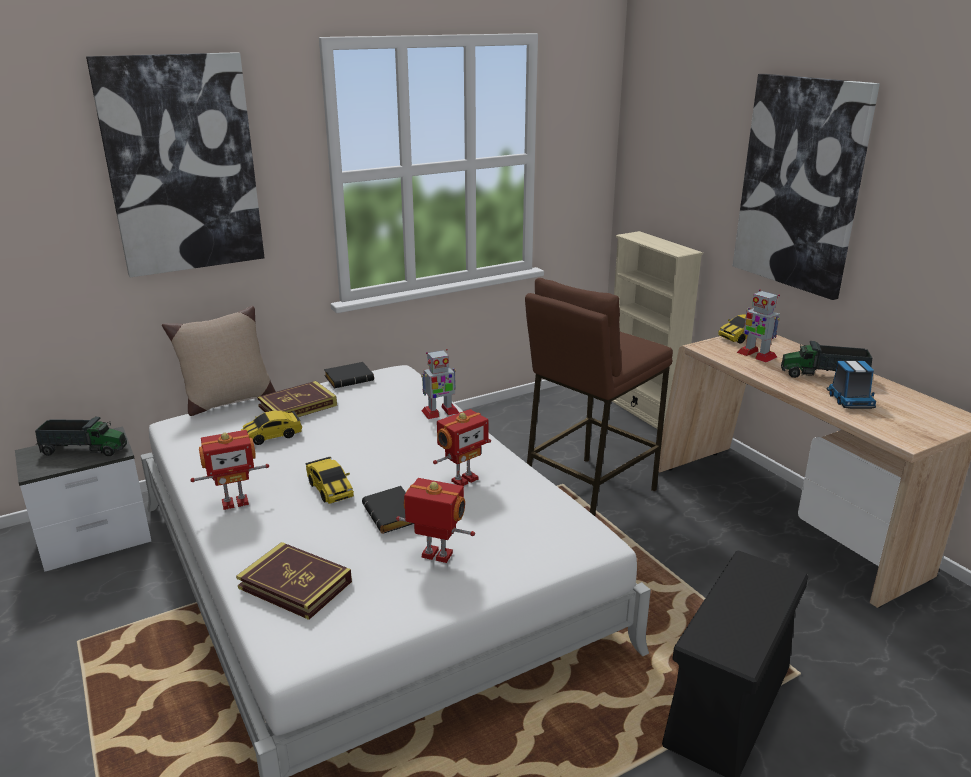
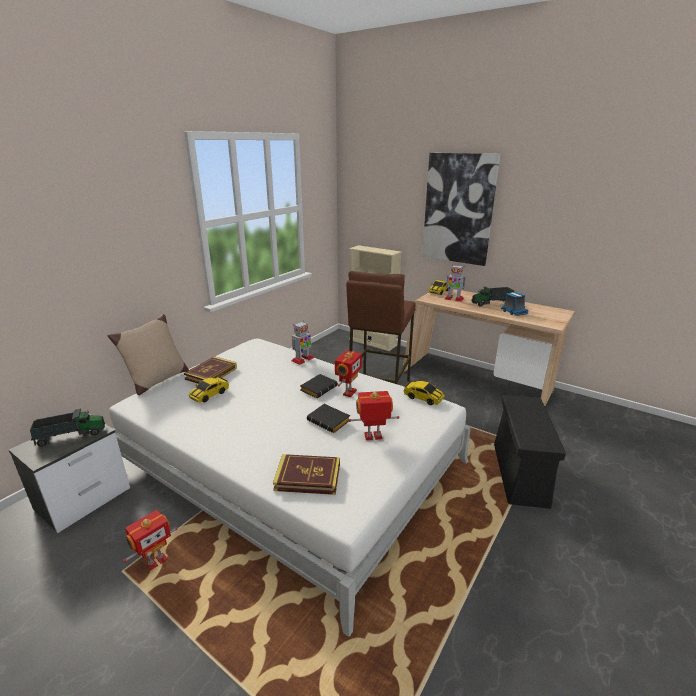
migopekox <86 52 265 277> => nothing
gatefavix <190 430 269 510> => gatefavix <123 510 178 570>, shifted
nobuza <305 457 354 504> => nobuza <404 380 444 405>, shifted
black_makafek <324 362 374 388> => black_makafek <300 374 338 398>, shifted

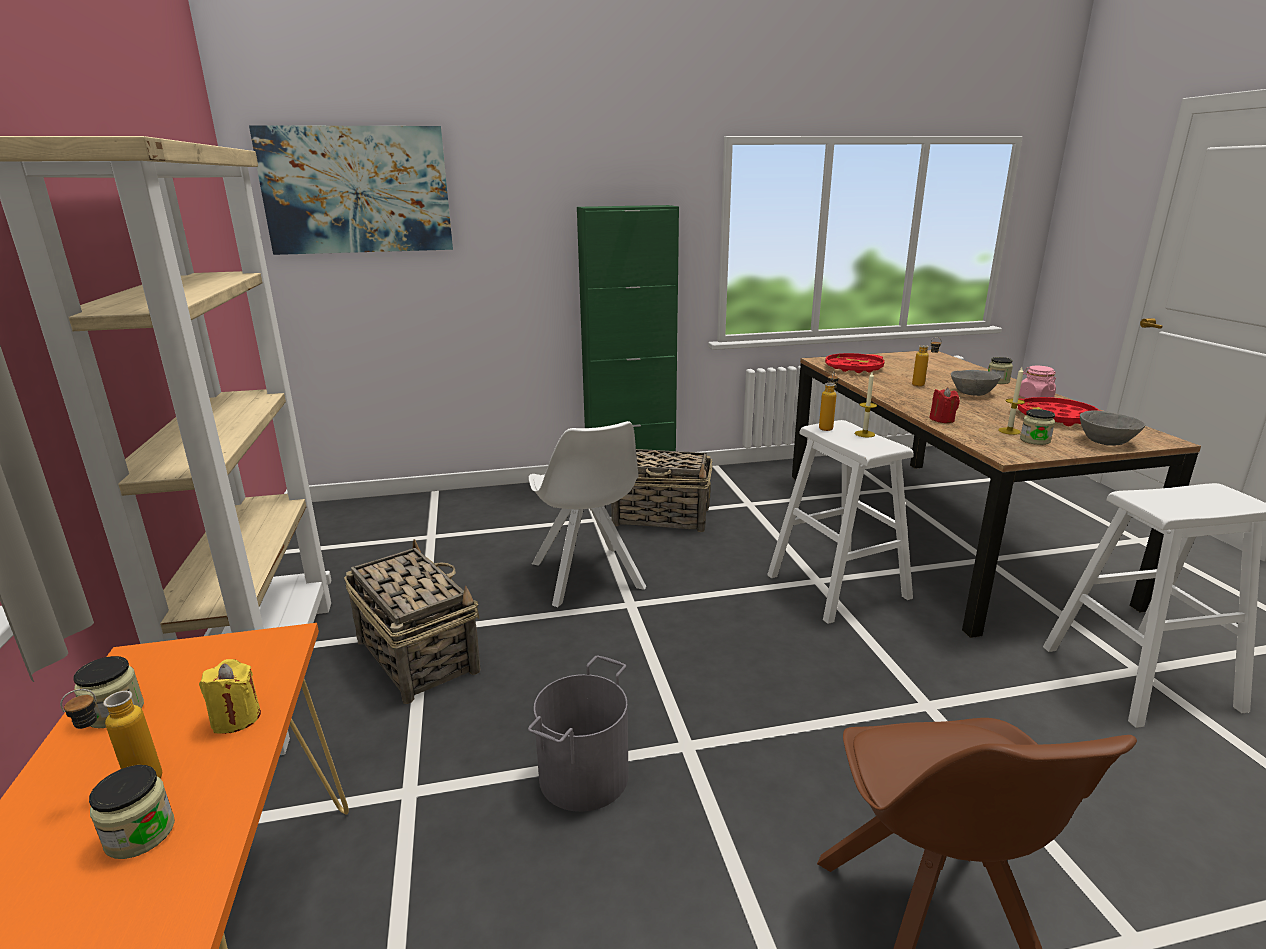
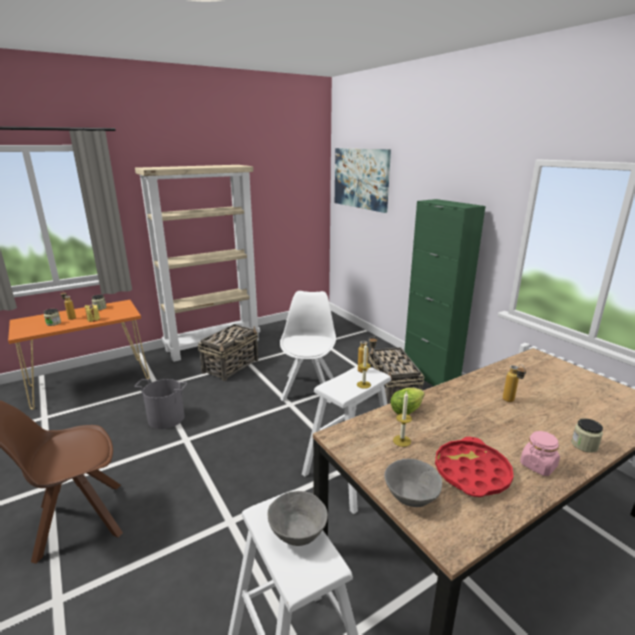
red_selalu <825 353 885 373> => nothing
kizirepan <1020 409 1055 445> => nothing
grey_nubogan <951 370 1001 396> => grey_nubogan <267 491 328 546>, shifted
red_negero <929 387 960 423> => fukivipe <390 388 425 415>
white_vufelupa <529 421 646 607> => white_vufelupa <280 291 336 403>, 135 degrees clockwise

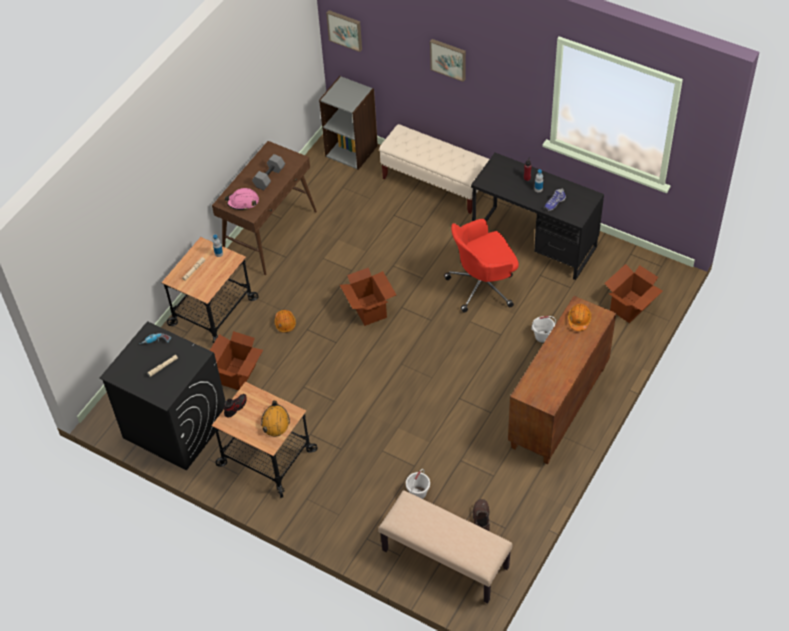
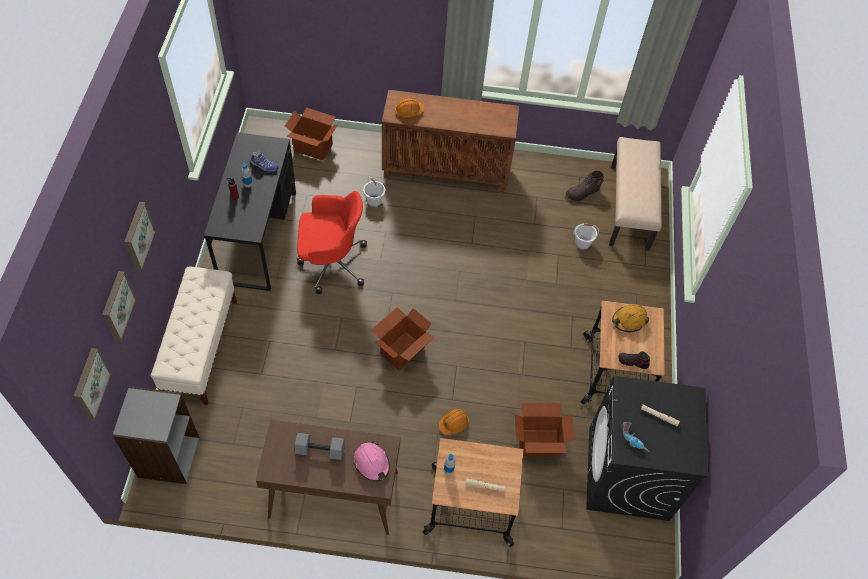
nothing => migopekox <102 271 136 341>
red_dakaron <444 219 519 313> => red_dakaron <297 191 367 294>, 45 degrees counterclockwise

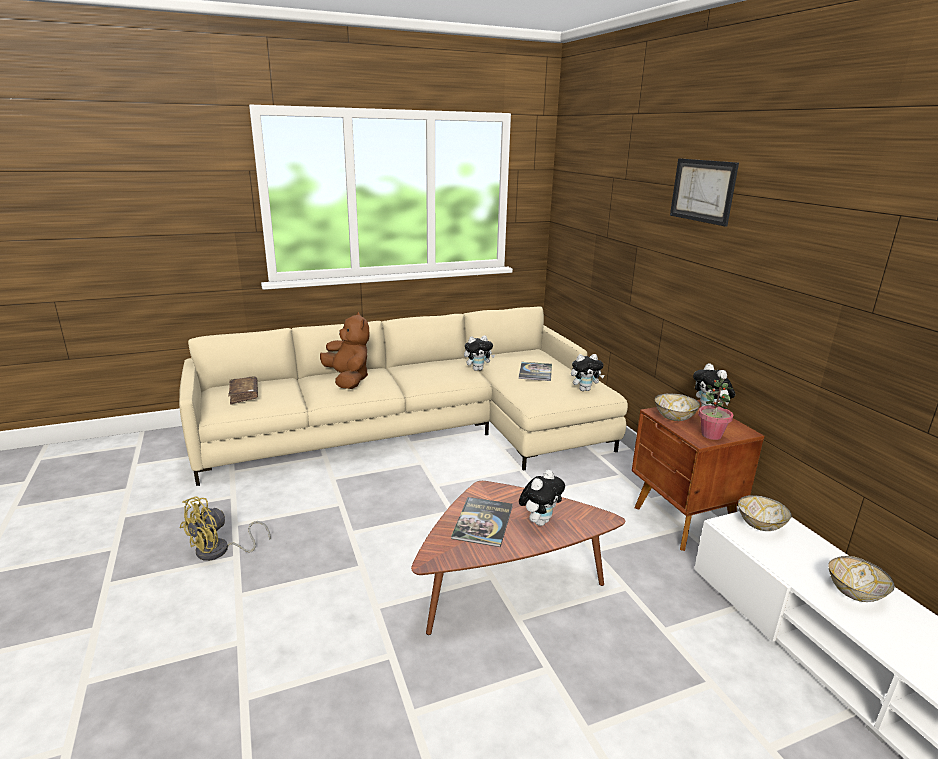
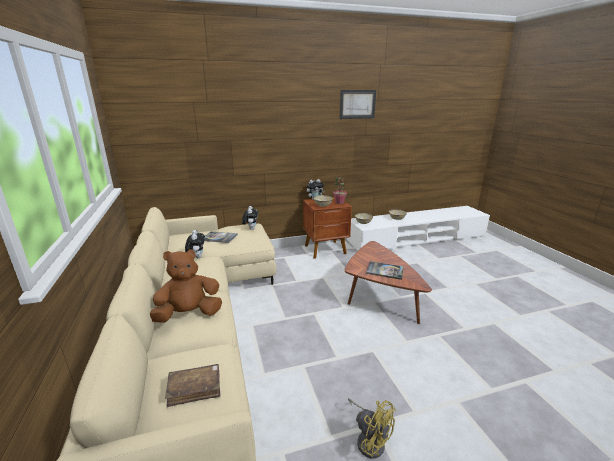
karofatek <519 470 565 526> => nothing
migopekox <670 158 739 226> => migopekox <340 90 376 119>, shifted

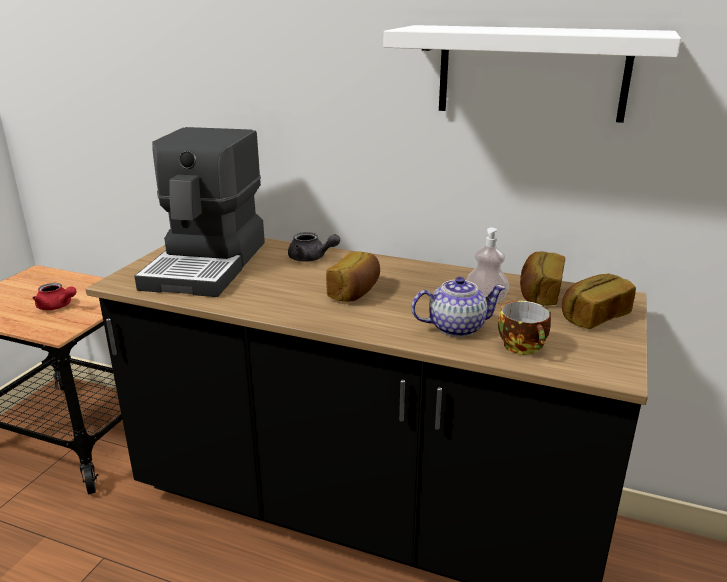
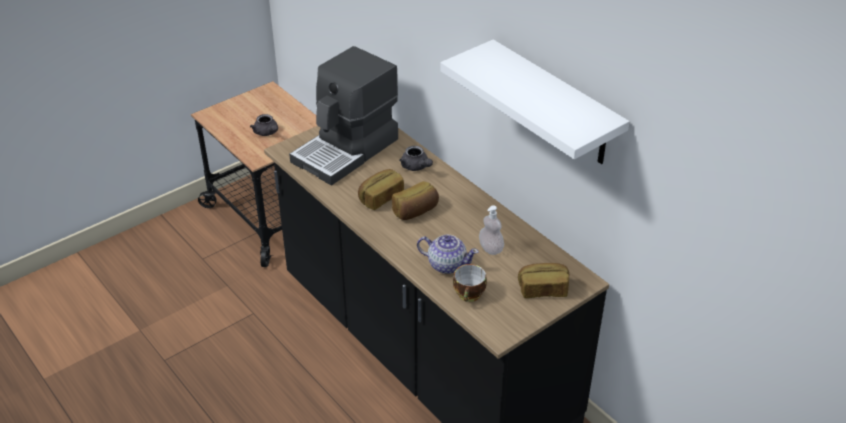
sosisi <520 251 565 306> => sosisi <358 169 404 210>, shifted
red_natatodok <32 283 77 310> => grey_natatodok <250 114 278 136>

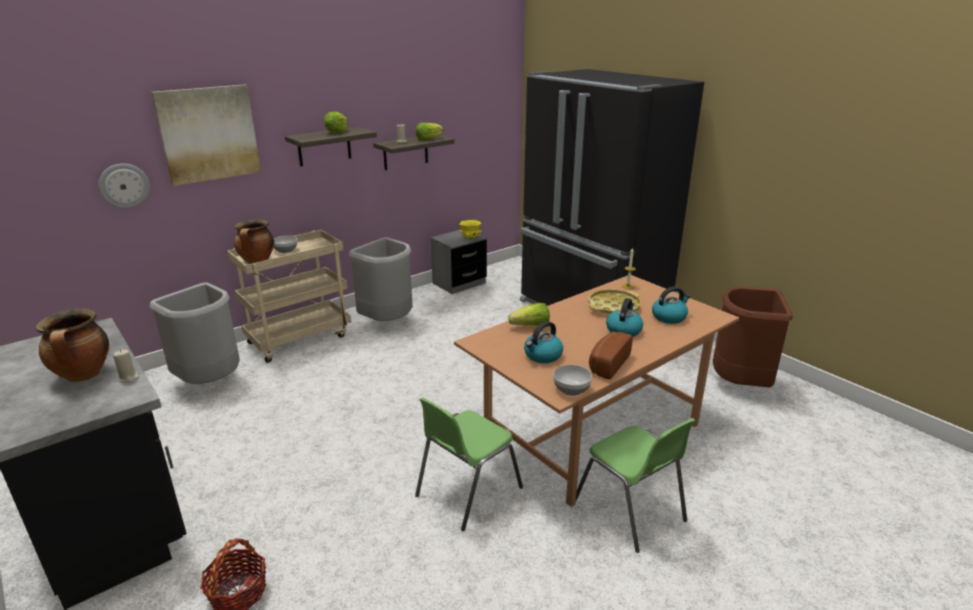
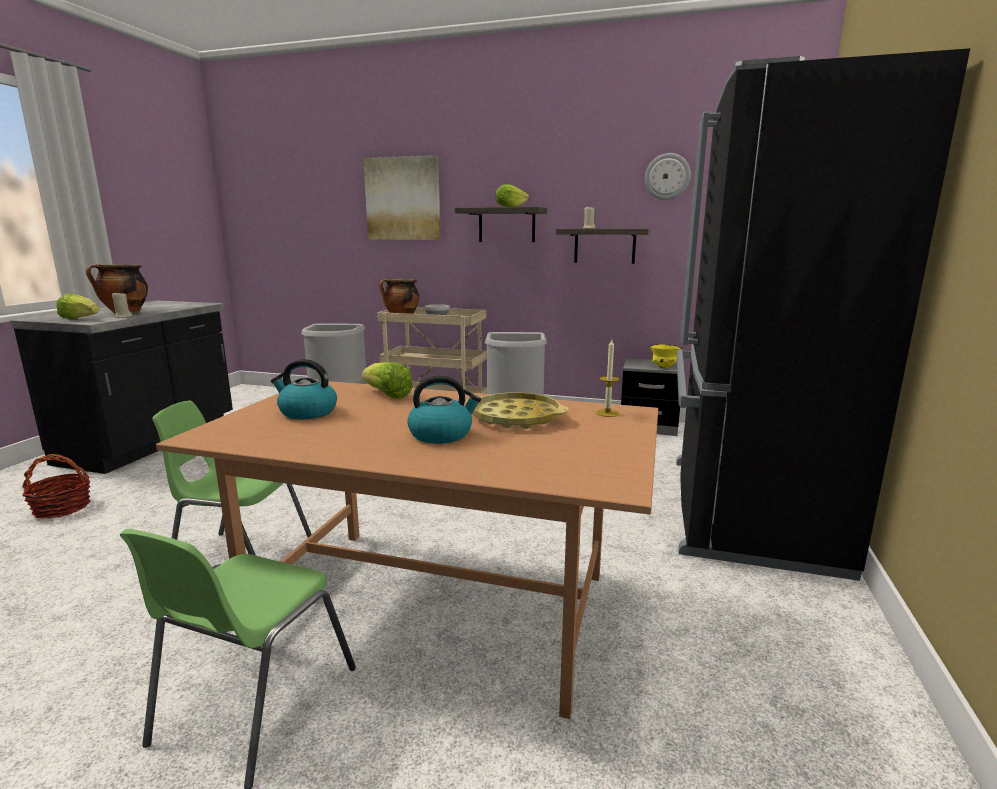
nubogan <553 365 592 396> => nothing
sosisi <589 332 633 379> => nothing
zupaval <652 287 690 324> => nothing
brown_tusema <713 287 793 388> => nothing
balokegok <98 163 150 209> => balokegok <645 153 691 200>, shifted
fukivipe <416 123 444 140> => fukivipe <56 294 99 319>, shifted

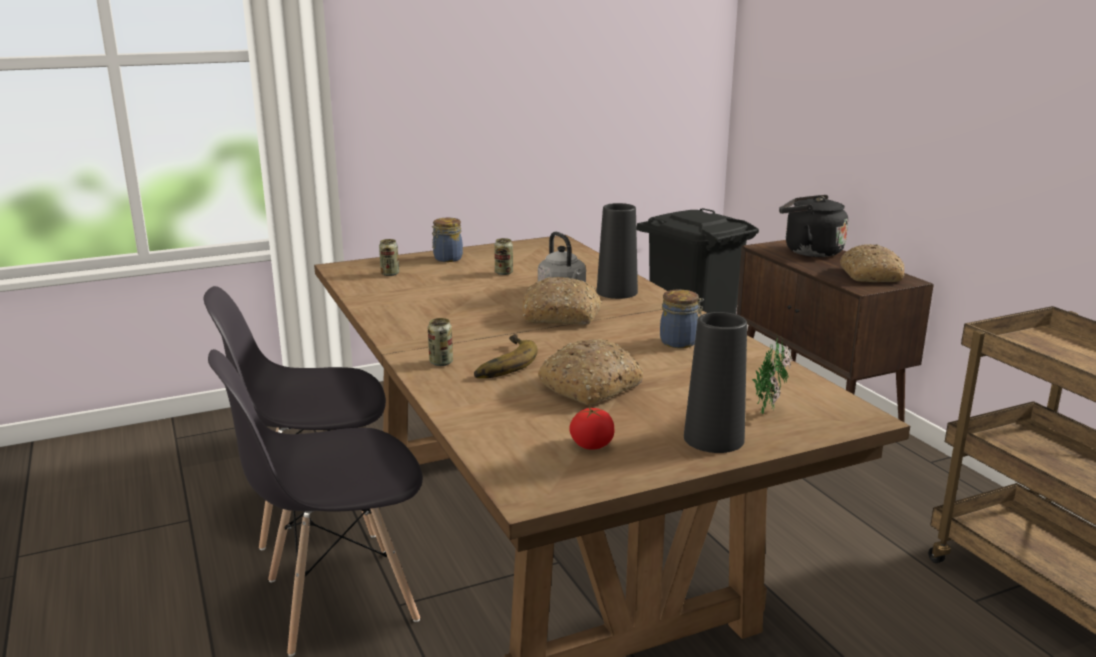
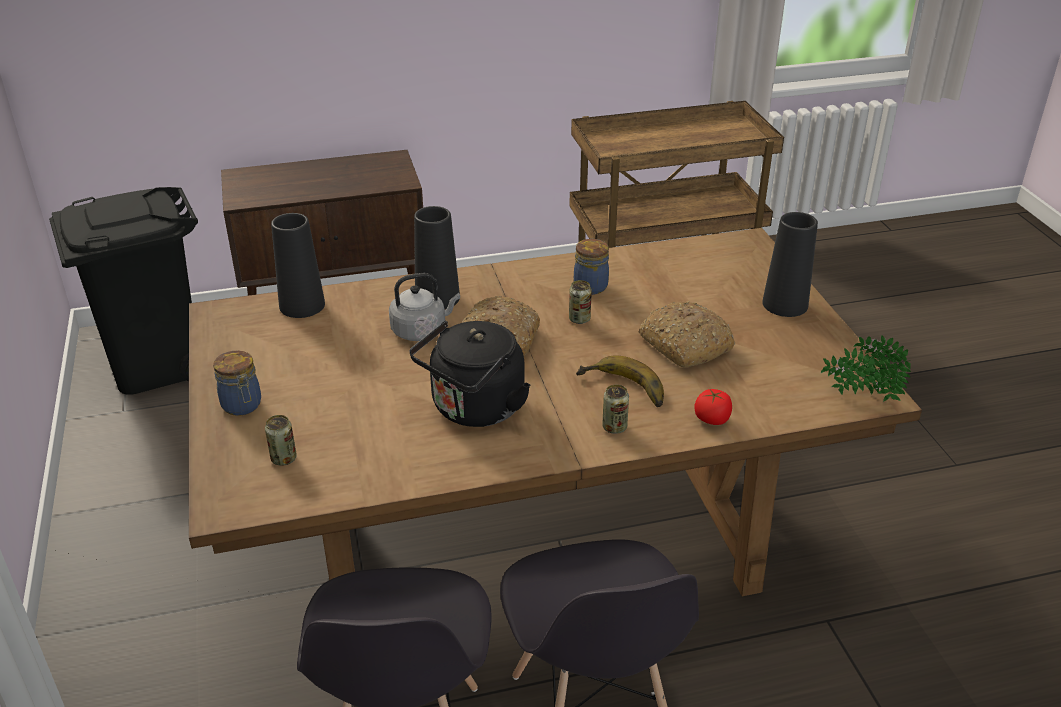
sosisi <840 244 904 282> => nothing
nothing => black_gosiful <271 213 325 318>
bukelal <494 238 513 275> => bukelal <569 280 592 324>, shifted
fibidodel <569 407 614 450> => fibidodel <695 389 732 425>, shifted
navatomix <752 336 793 414> => navatomix <821 335 911 402>, shifted
black_zupaval <779 195 848 257> => black_zupaval <410 321 530 427>, shifted

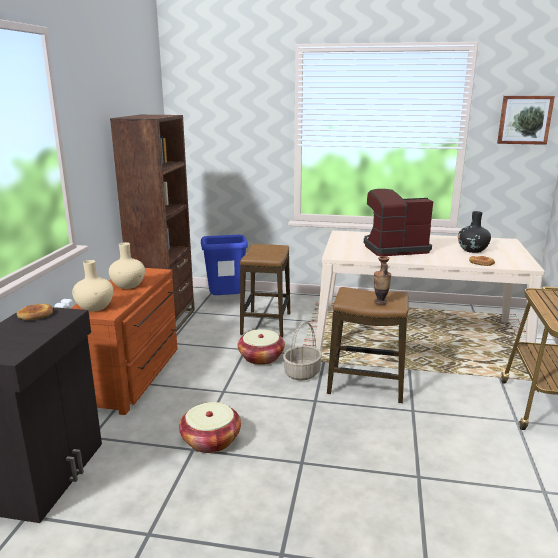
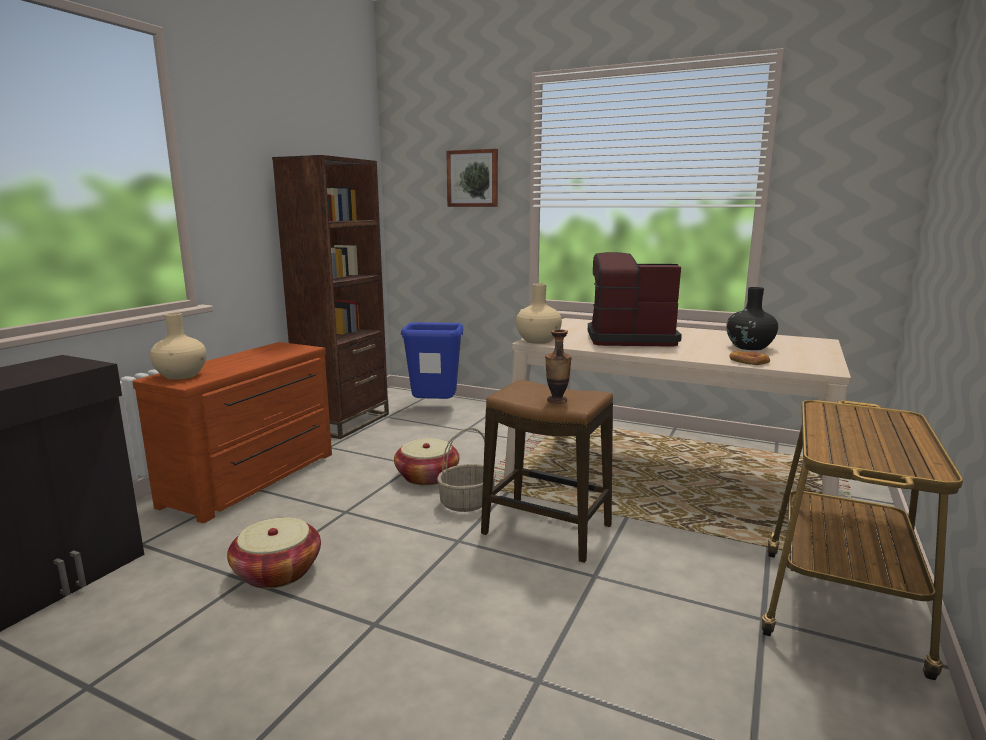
sosisi <17 304 53 320> => nothing
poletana <240 244 290 337> => nothing
beige_gosiful <109 242 145 289> => beige_gosiful <516 283 562 344>, shifted
migopekox <497 96 555 145> => migopekox <446 149 498 207>, shifted

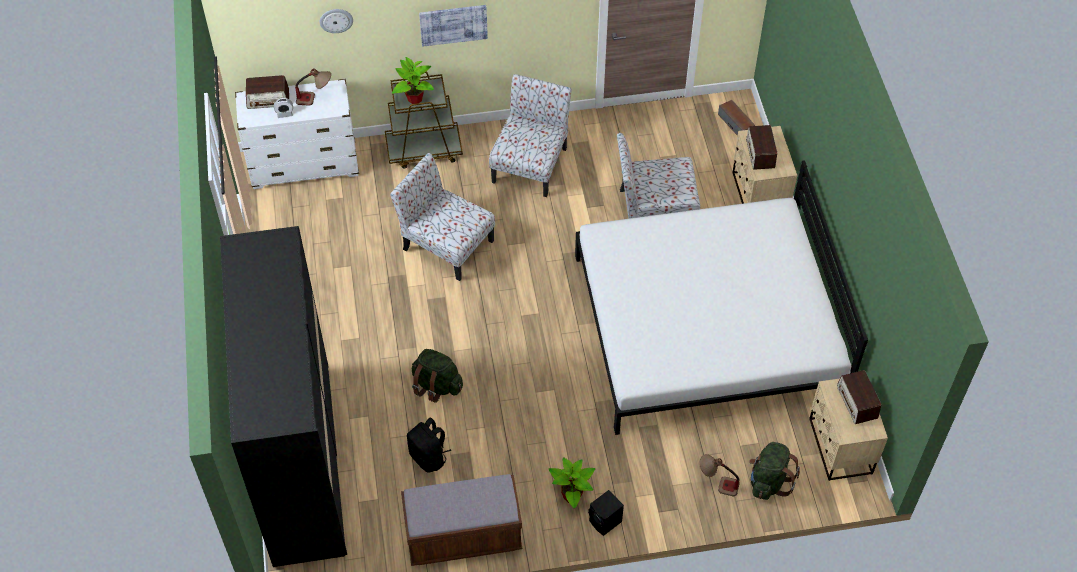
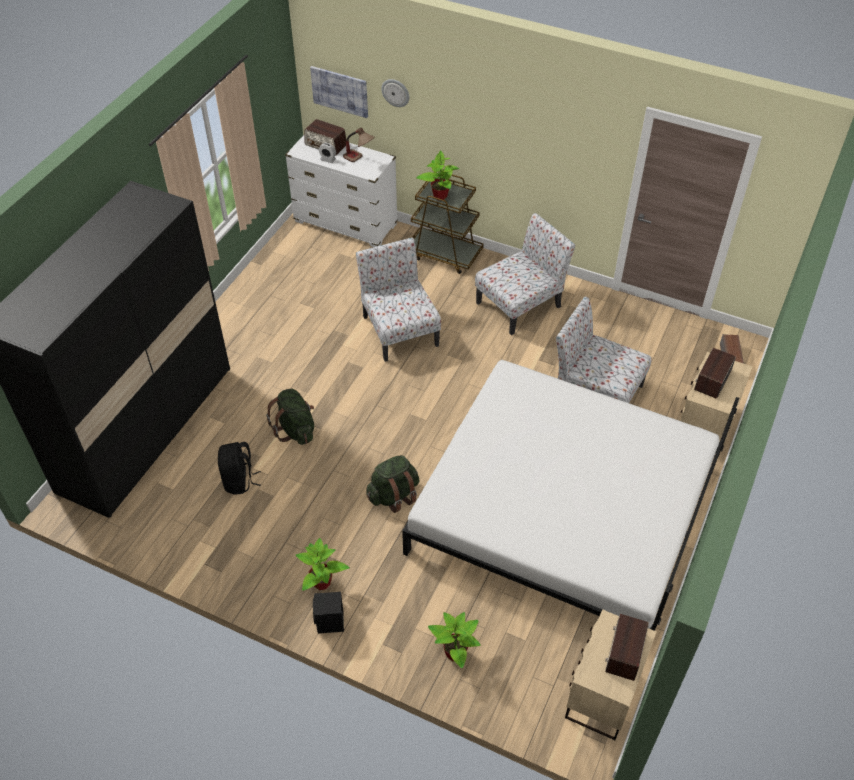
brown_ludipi <401 474 522 566> => nothing
migopekox <419 5 488 47> => migopekox <310 66 368 118>, shifted
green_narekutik <750 442 800 500> => green_narekutik <367 455 420 513>, shifted
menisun <699 454 740 496> => navatomix <428 612 481 668>

